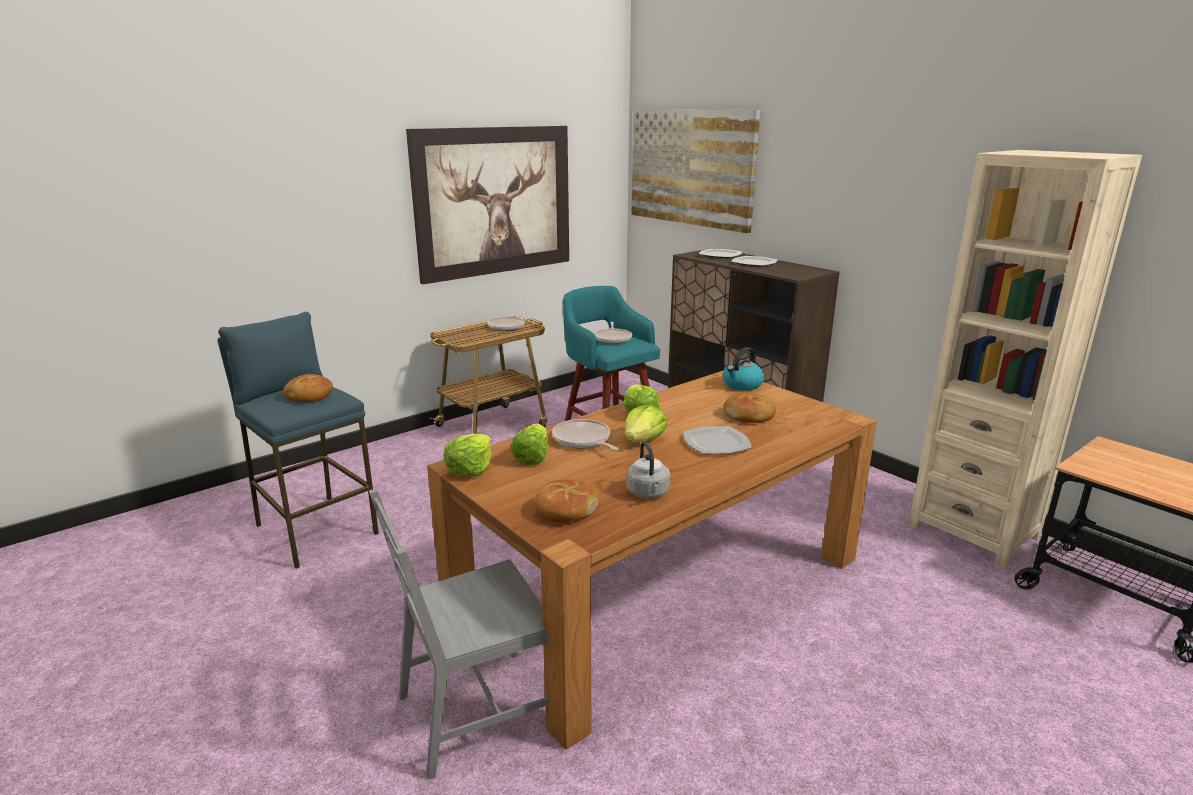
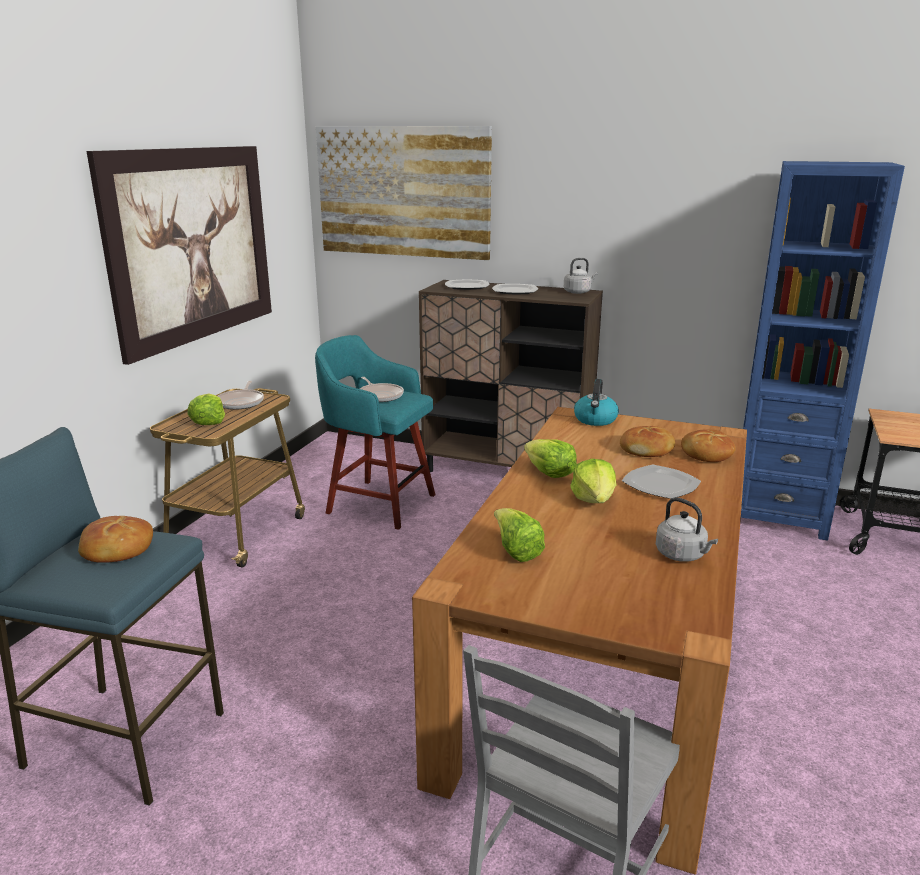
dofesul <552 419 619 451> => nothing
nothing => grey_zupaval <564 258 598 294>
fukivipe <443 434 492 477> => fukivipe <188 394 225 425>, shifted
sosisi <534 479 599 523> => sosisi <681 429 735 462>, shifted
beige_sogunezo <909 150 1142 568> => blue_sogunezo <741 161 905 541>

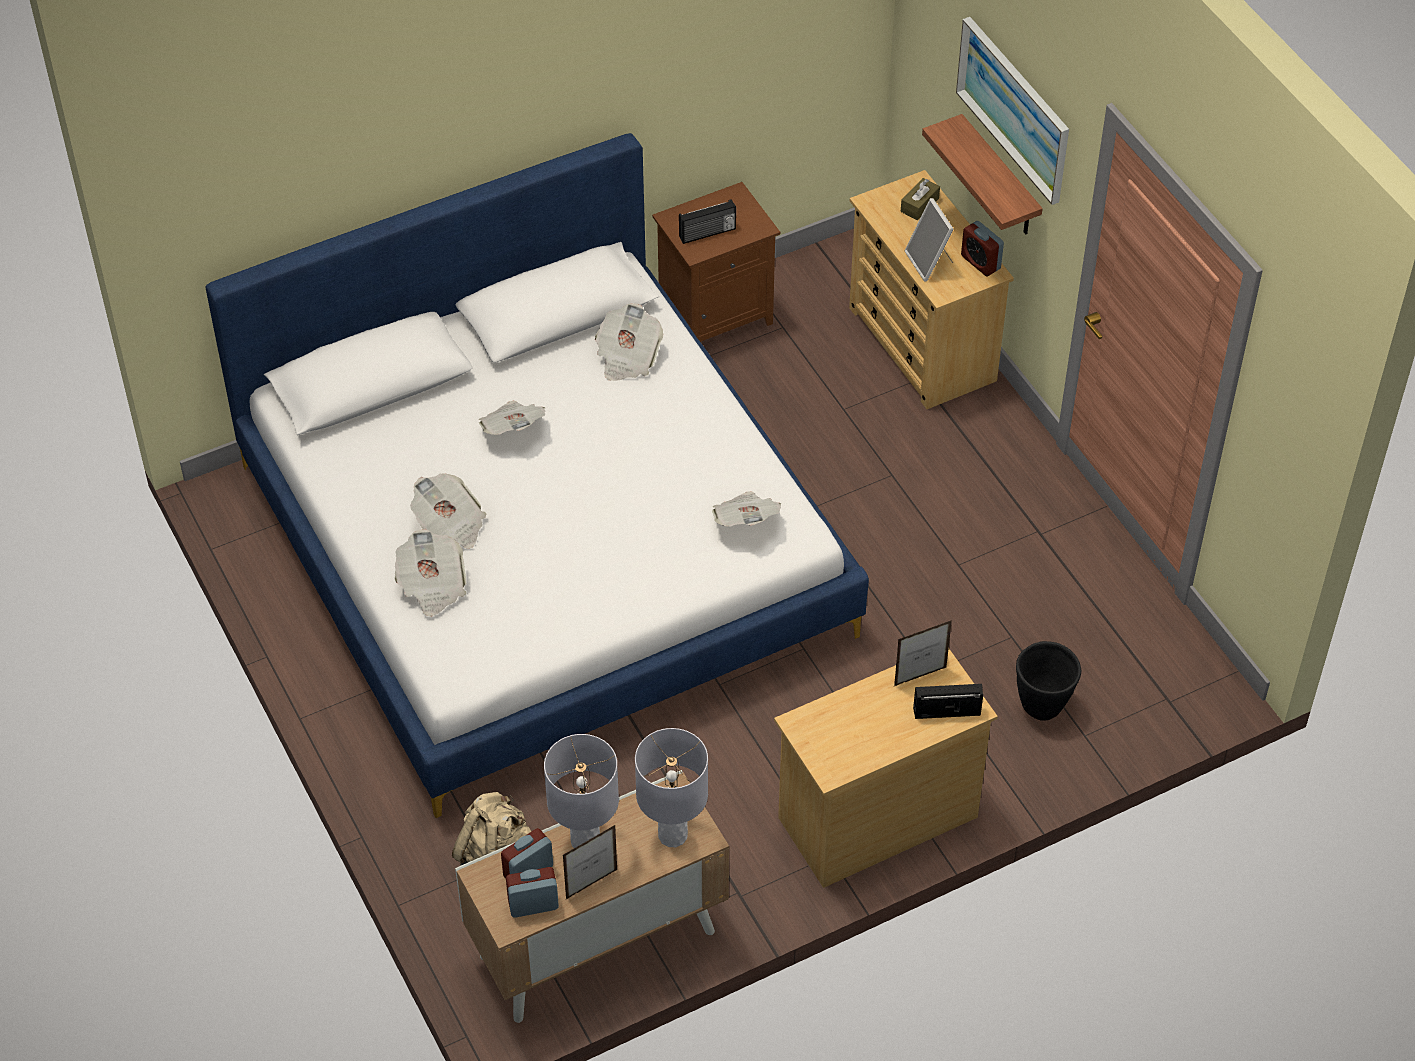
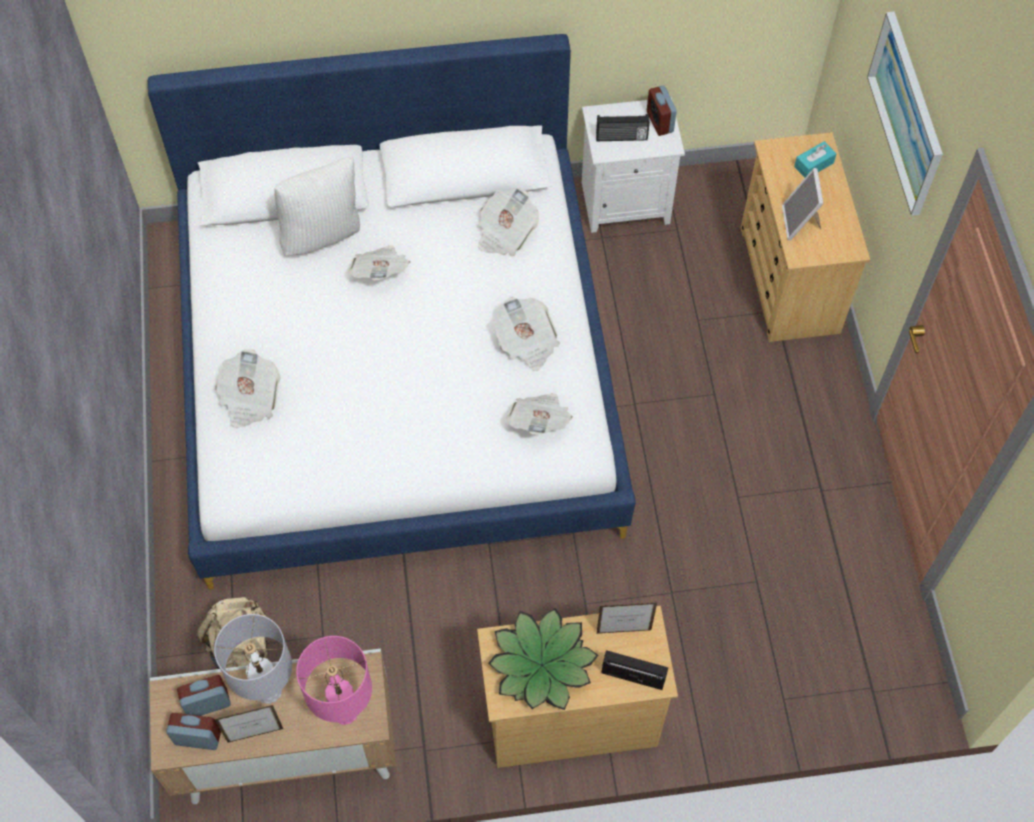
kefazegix <922 114 1043 234> => nothing
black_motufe <1016 641 1081 721> => nothing
nothing => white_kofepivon <274 157 360 256>
nothing => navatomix <488 608 598 710>
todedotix <410 473 486 549> => todedotix <494 297 560 371>, shifted
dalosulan <961 221 1004 276> => dalosulan <647 85 677 136>, shifted
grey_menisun <635 728 708 847> => pink_menisun <296 636 372 725>
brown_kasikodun <652 182 780 342> => white_kasikodun <582 97 685 233>
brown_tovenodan <901 178 940 220> => turquoise_tovenodan <794 141 837 178>

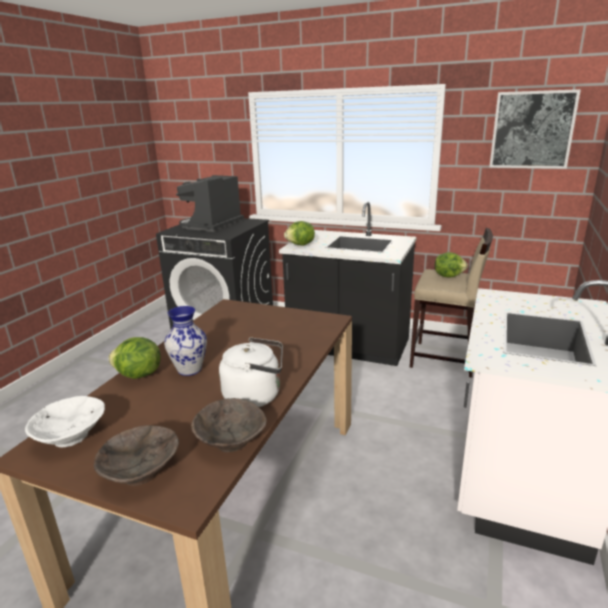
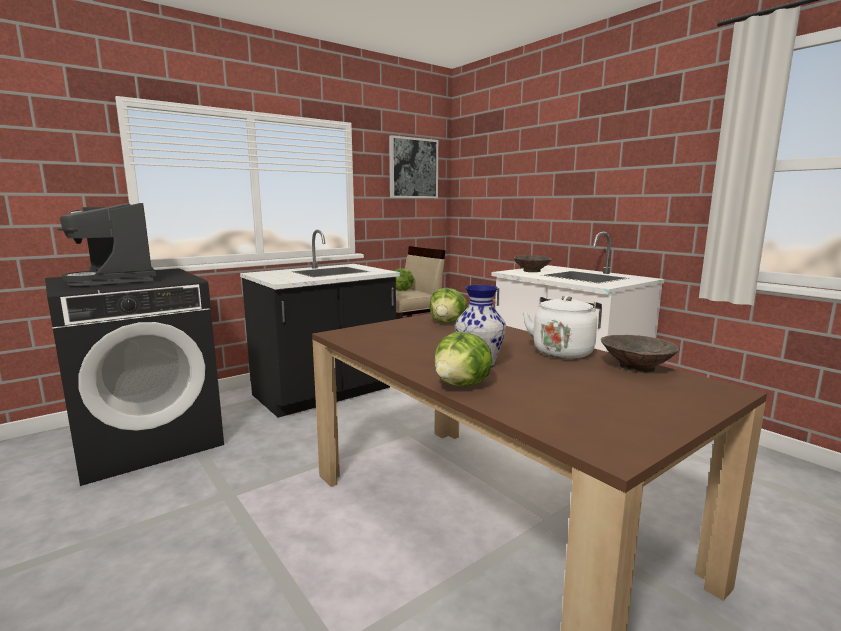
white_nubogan <25 396 105 447> => nothing
brown_nubogan <94 425 179 486> => brown_nubogan <513 255 552 272>, shifted
fukivipe <284 221 315 246> => fukivipe <430 288 467 323>, shifted

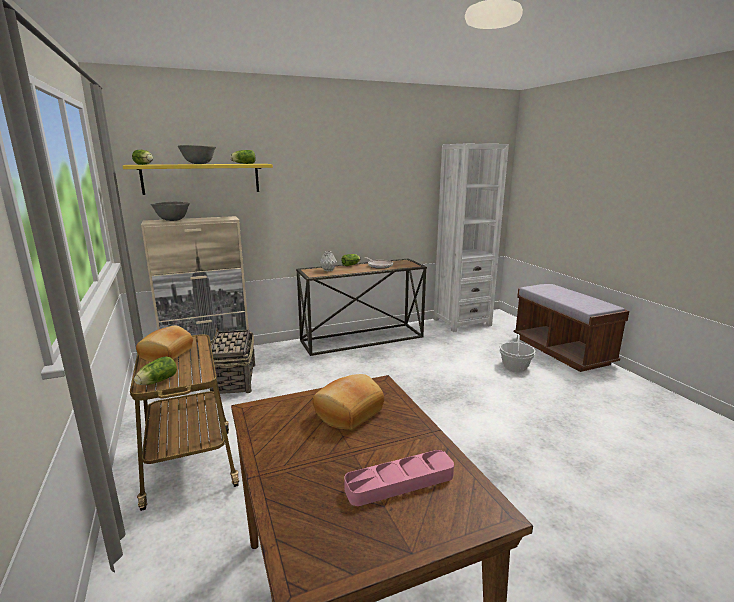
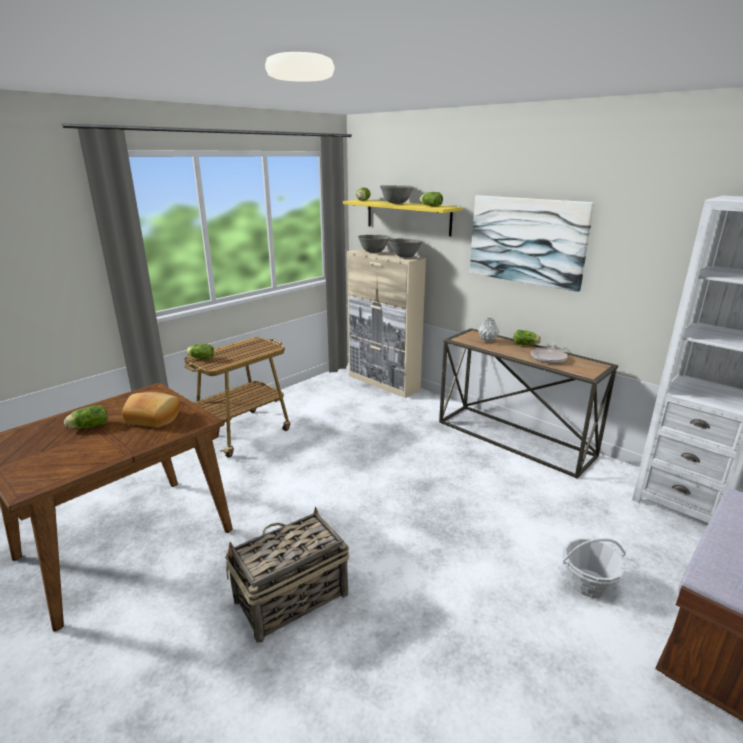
sosisi <136 326 193 362> => nothing
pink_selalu <344 450 454 506> => nothing
nothing => fukivipe <64 405 108 429>
nothing => grey_nubogan <388 239 422 258>
nothing => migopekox <470 195 595 292>
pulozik <210 329 255 394> => pulozik <225 507 349 643>, shifted

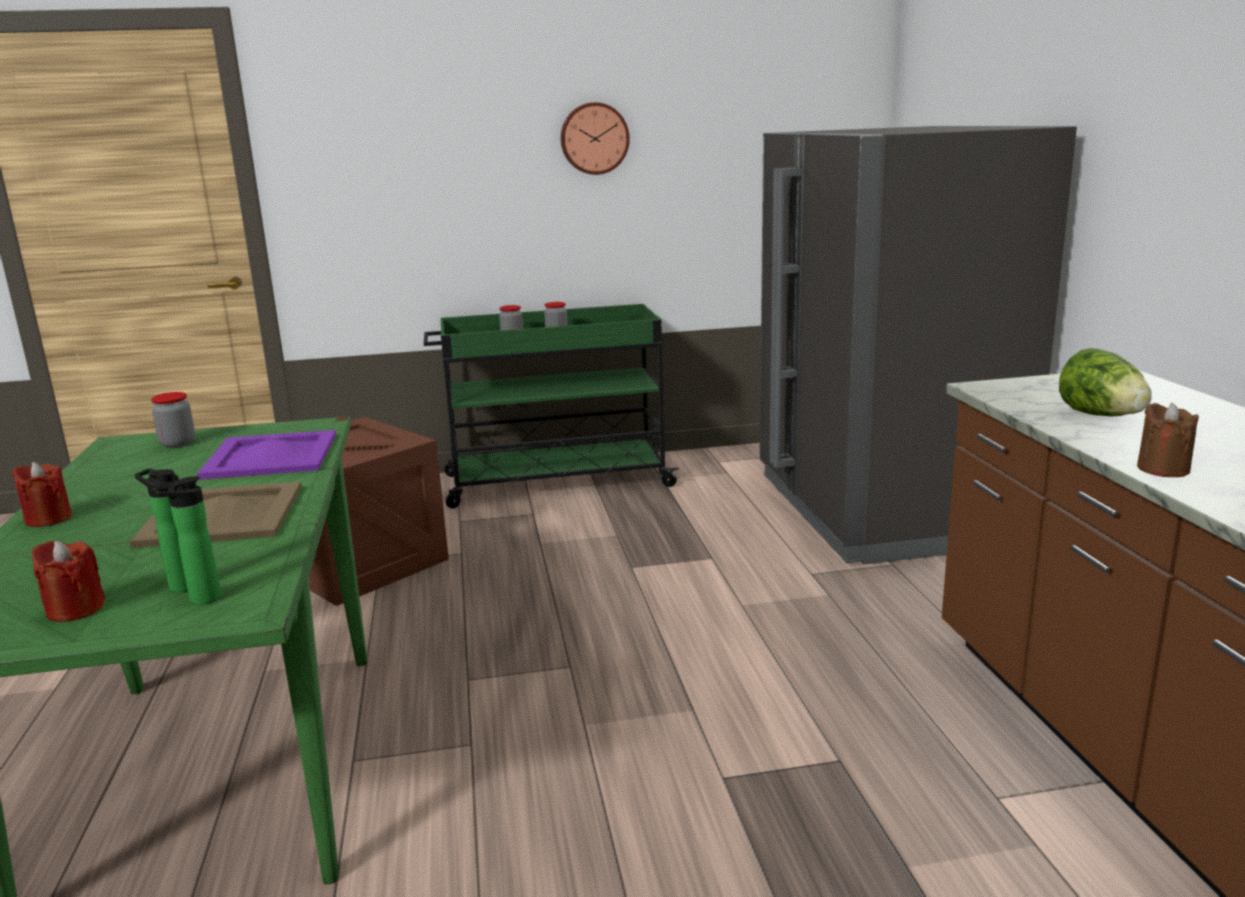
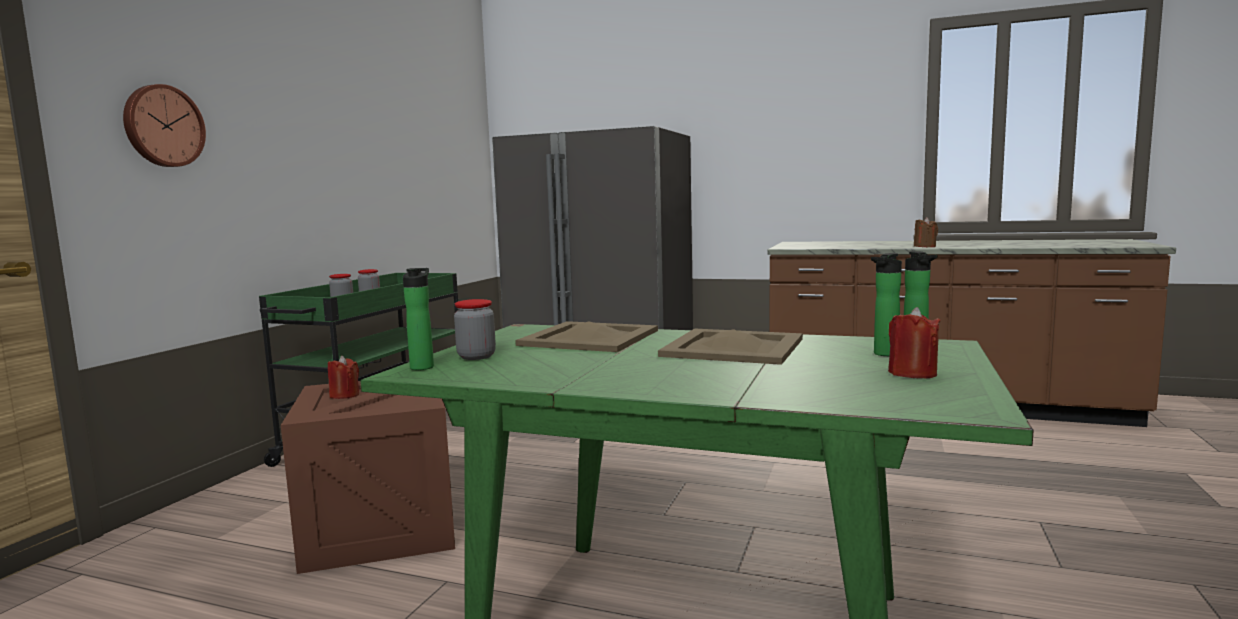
fukivipe <1059 348 1152 416> => nothing
nothing => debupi <403 268 434 370>
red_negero <12 462 72 527> => red_negero <328 356 359 399>, shifted
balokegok <561 102 630 175> => balokegok <123 84 206 167>, shifted
purple_selalu <197 430 336 480> => beige_selalu <515 321 658 352>

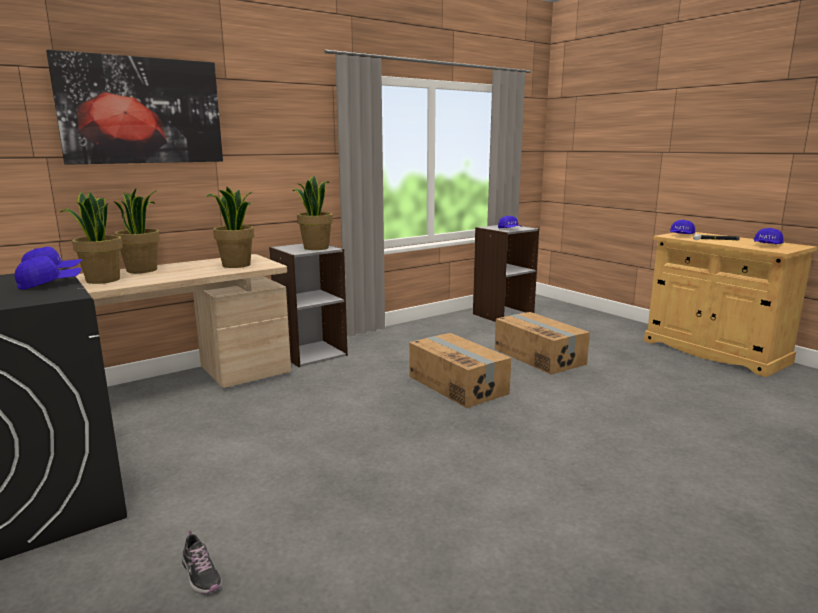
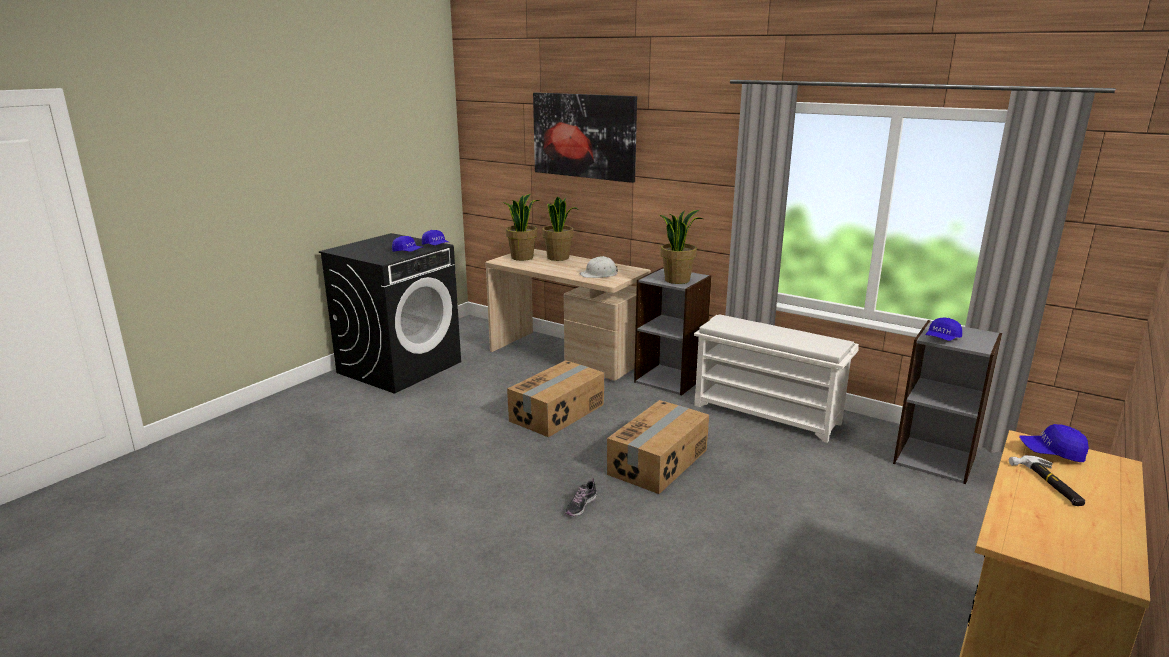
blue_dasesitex <754 228 784 244> => nothing
nothing => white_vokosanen <694 314 859 443>
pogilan <182 531 222 594> => pogilan <565 478 597 516>, shifted
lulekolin <495 312 590 375> => lulekolin <507 360 604 437>, shifted
navatomix <206 187 254 268> => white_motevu <579 256 618 278>

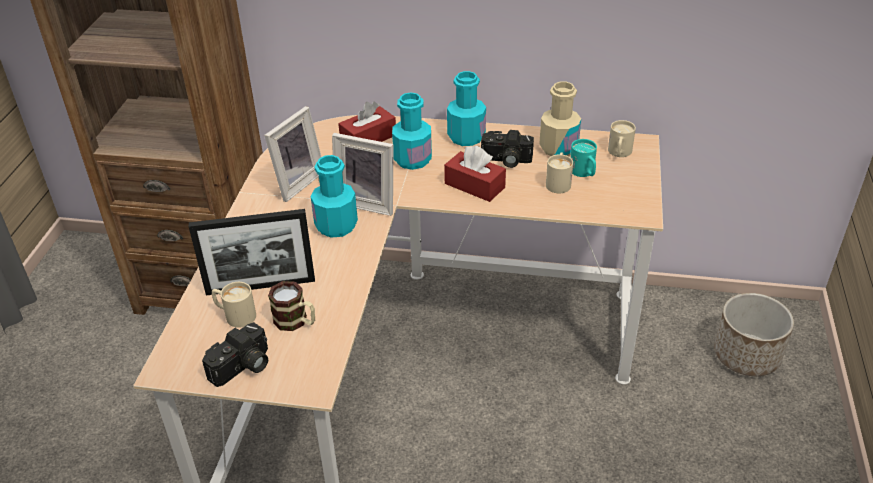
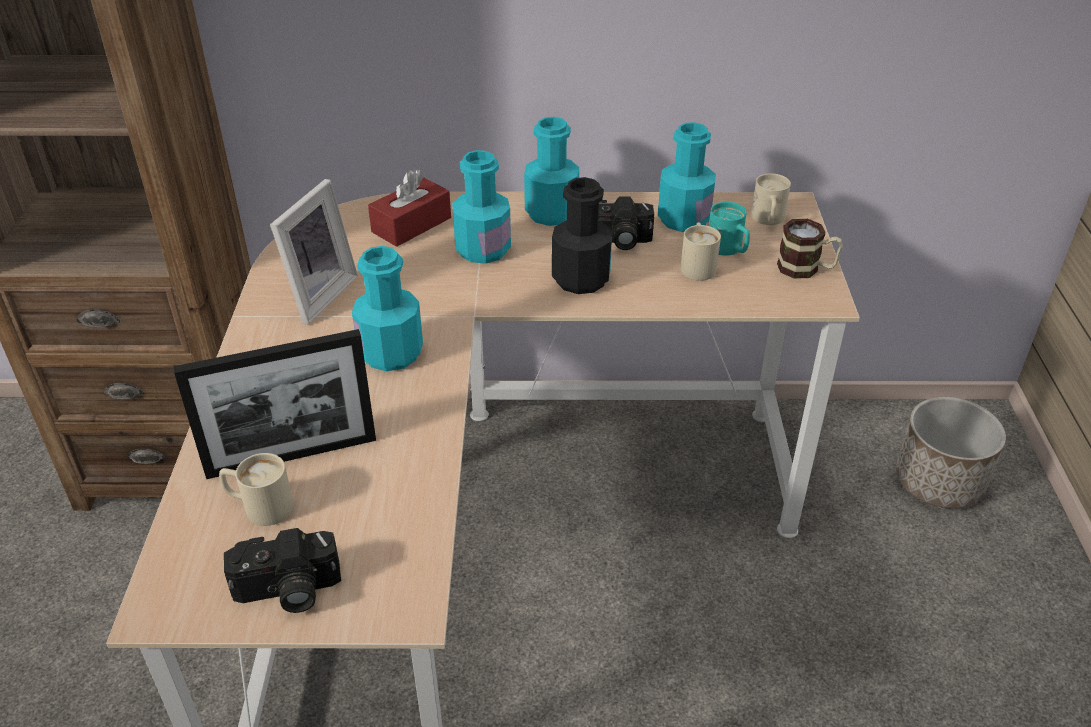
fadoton <332 133 394 216> => nothing
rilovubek <268 281 315 331> => rilovubek <777 219 843 279>, shifted
red_tovenodan <444 146 506 202> => black_debupi <552 177 612 294>
beige_debupi <539 82 581 156> => turquoise_debupi <658 122 716 232>
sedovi <202 322 268 387> => sedovi <224 528 341 613>, 45 degrees clockwise

